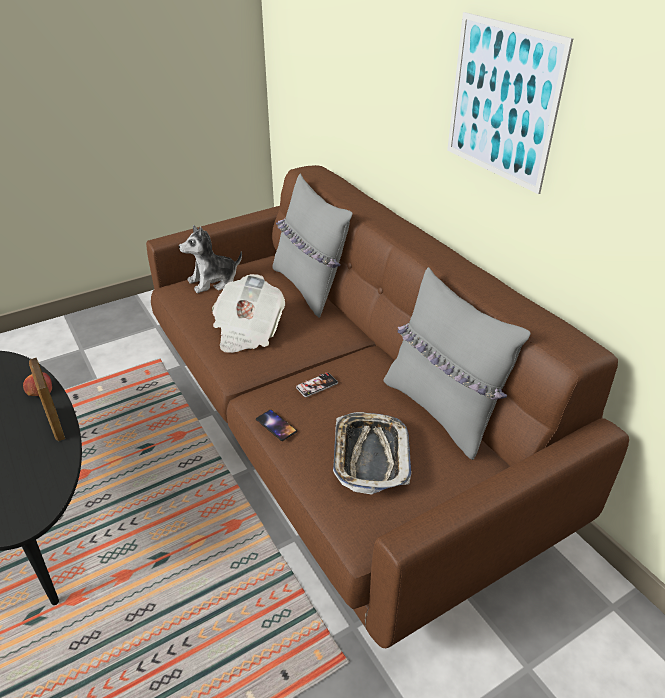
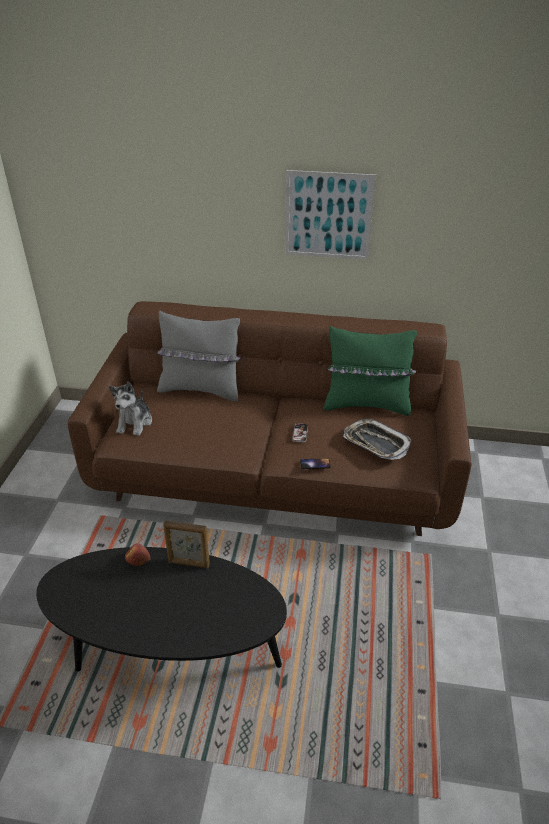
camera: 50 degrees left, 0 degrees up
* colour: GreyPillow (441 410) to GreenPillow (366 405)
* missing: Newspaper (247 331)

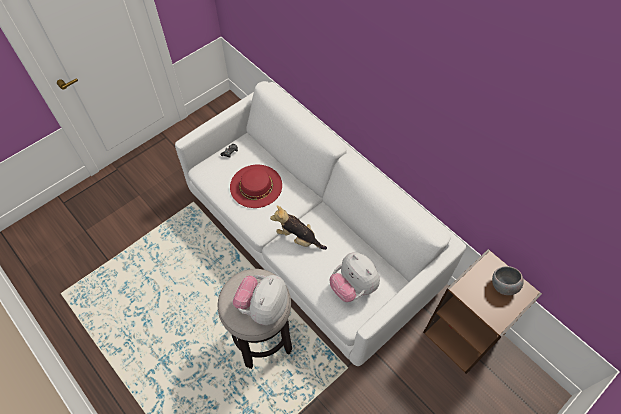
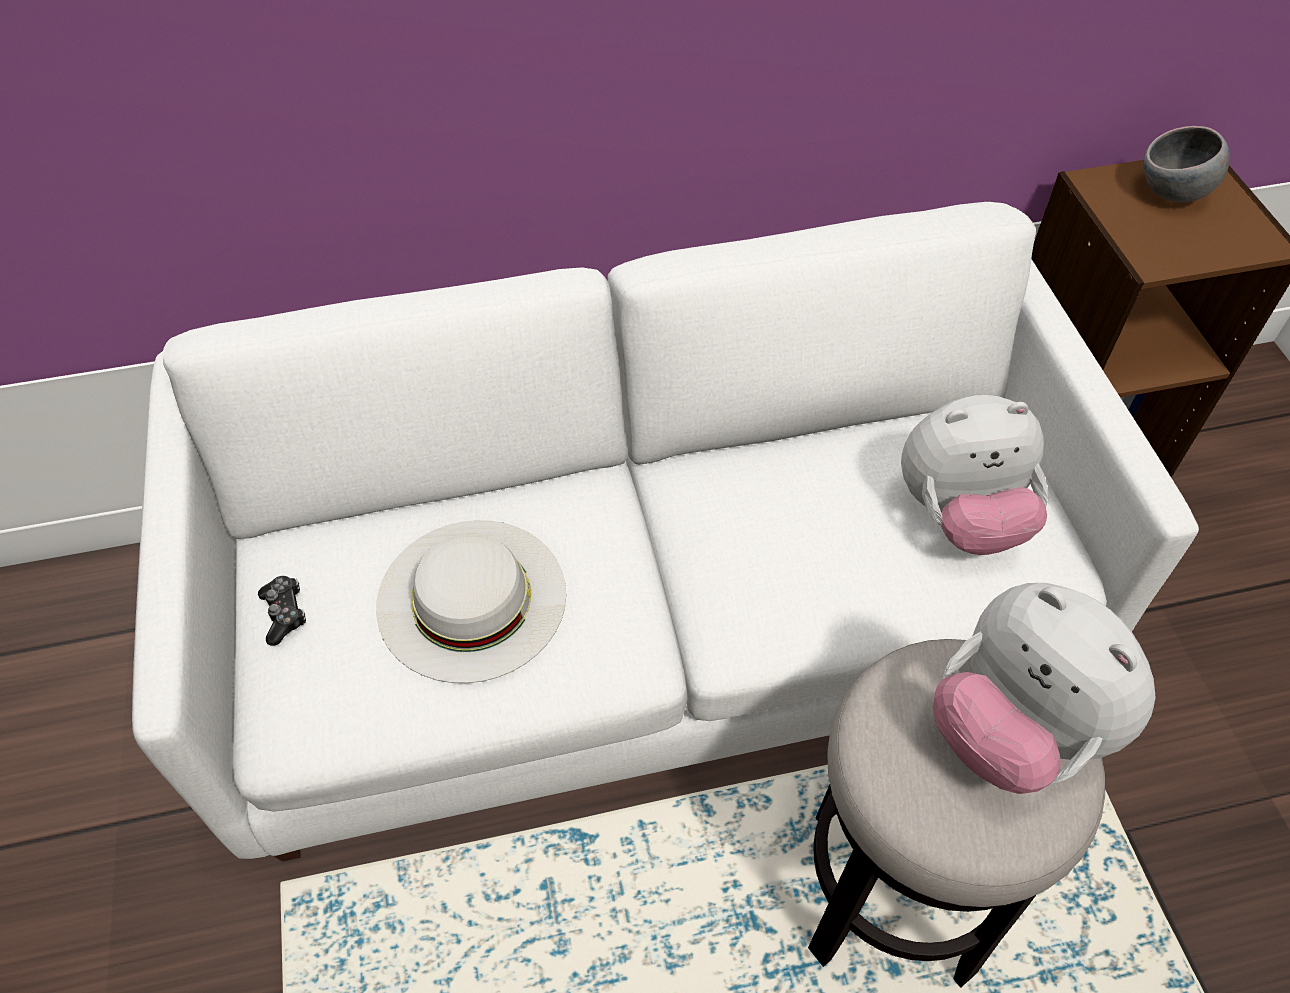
camera: 60 degrees left, 5 degrees down
* colour: RedHat (256 186) to WhiteHat (472 598)
* missing: PlushToy (298 238)

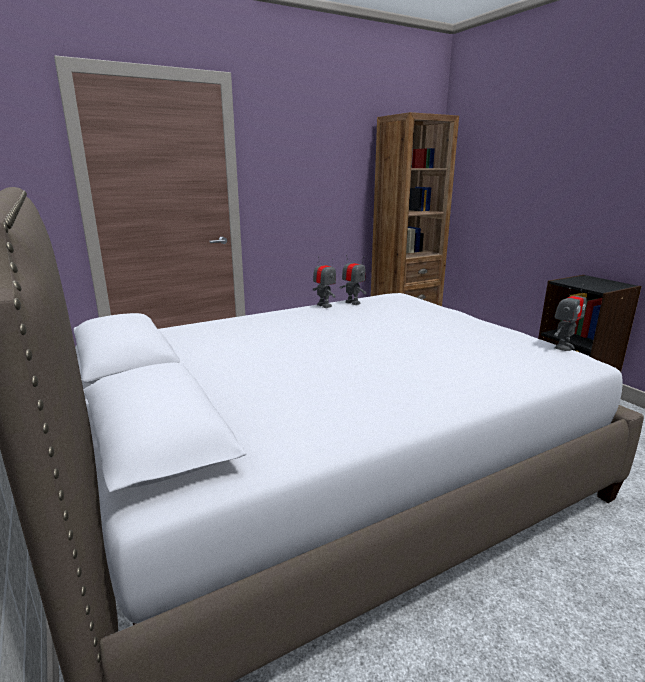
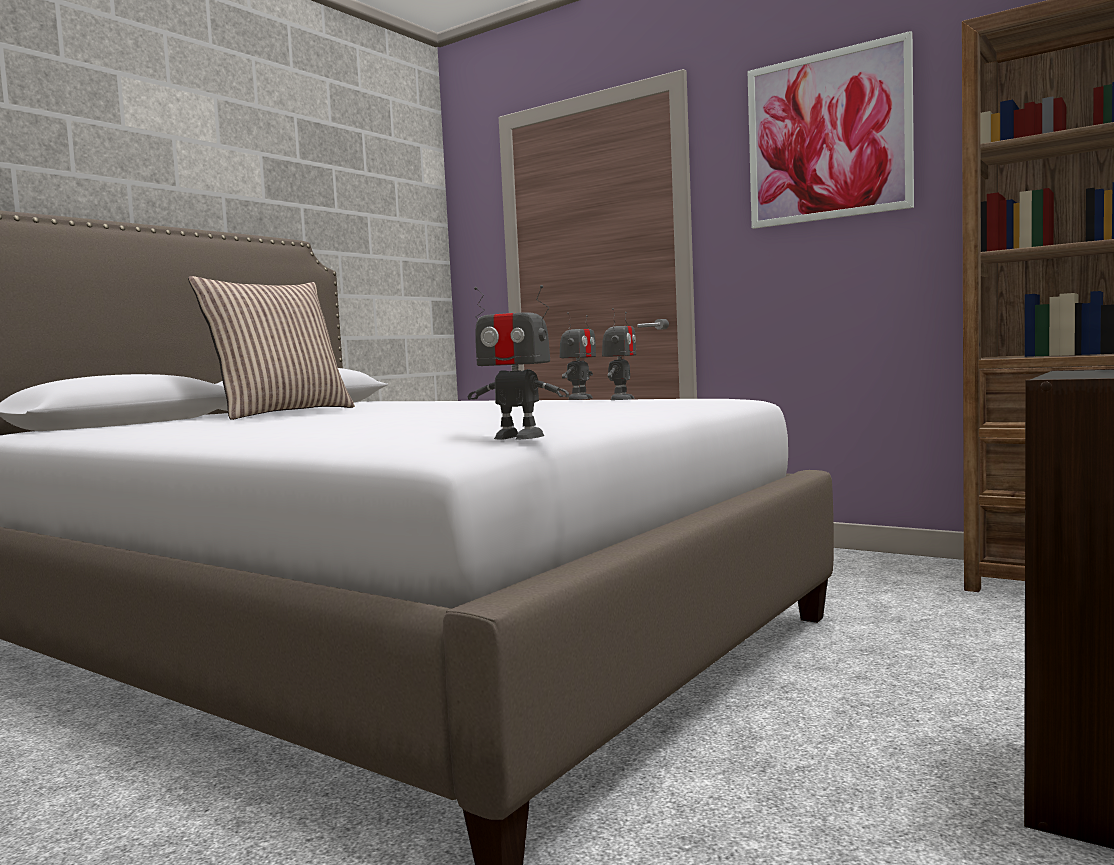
camera: 65 degrees right, 15 degrees down
* appeared: Picture (827 136)
* appeared: Pillow (281 413)

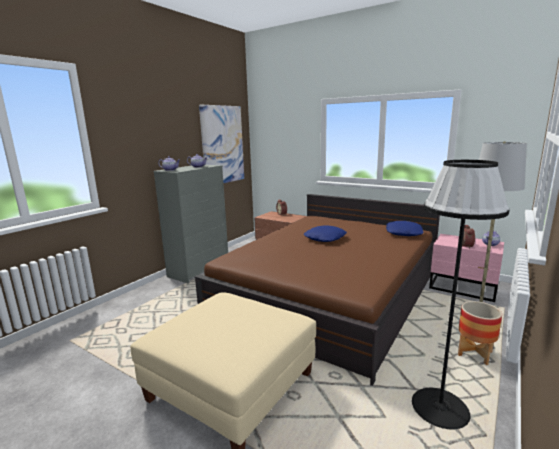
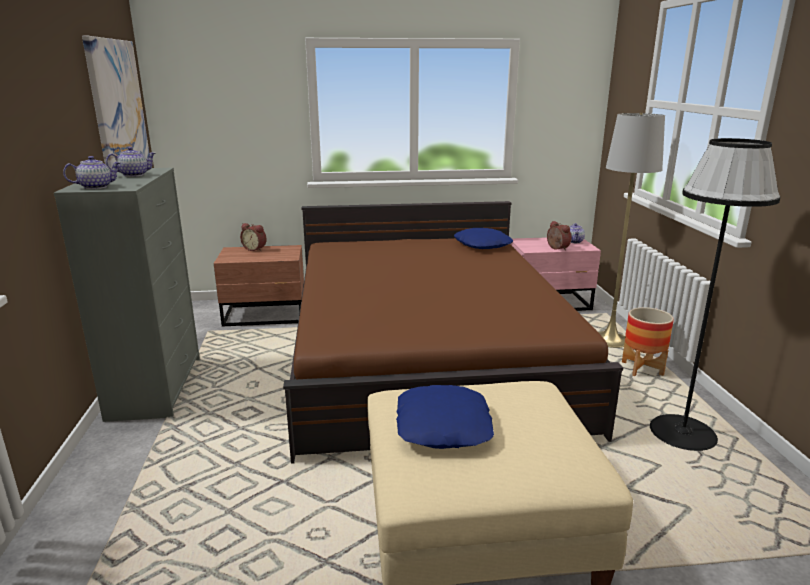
camera: 40 degrees left, 5 degrees up
* relocated: BluePillow (325 238) to (444 426)

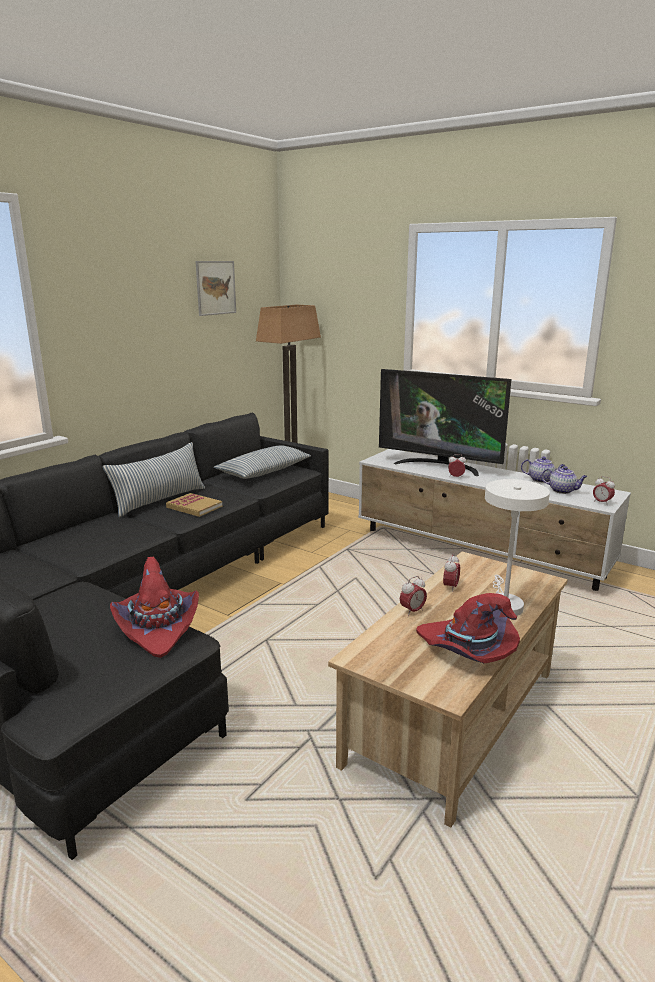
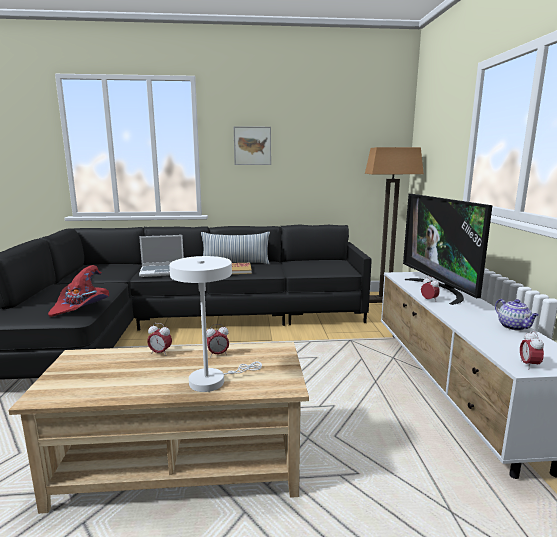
camera: 50 degrees right, 5 degrees down
* relocated: Picture (215 287) to (252 146)
* missing: Pillow (264 471)
* missing: Teapot (562 491)
* missing: RedHat (467 649)
* appeared: Laptop (163 271)

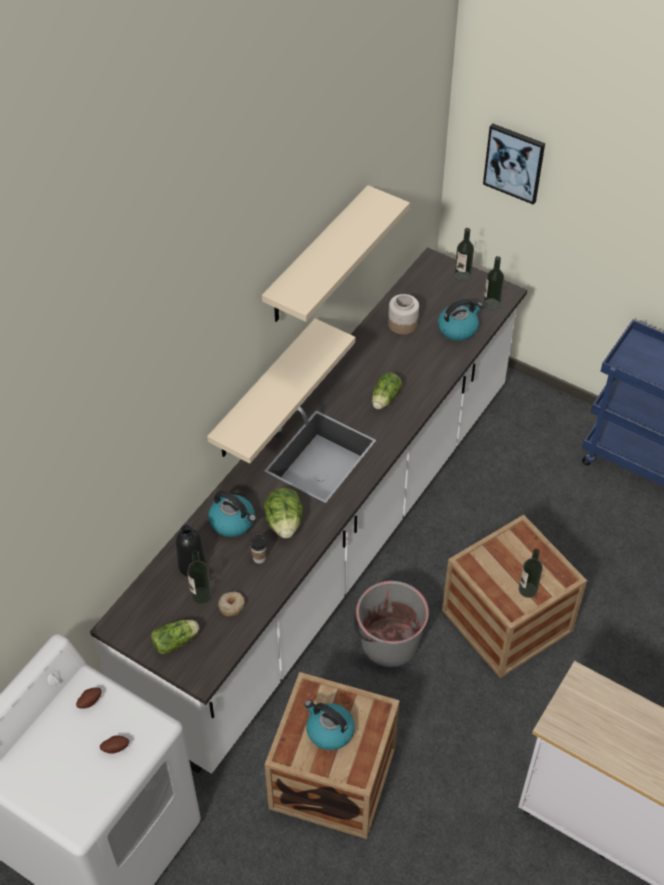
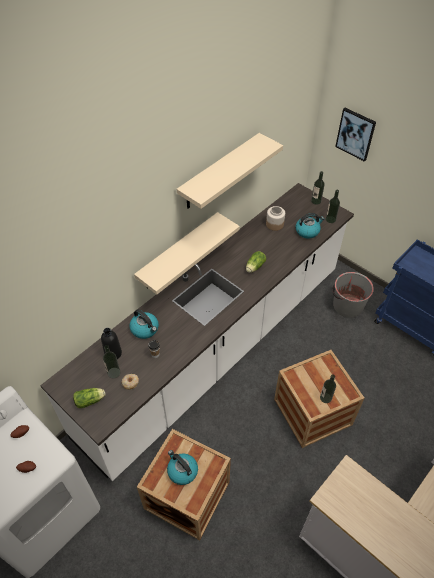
camera: 10 degrees right, 0 degrees up
* missing: Lettuce (284 523)
* relocated: GreyBucket (389 642) to (347 305)

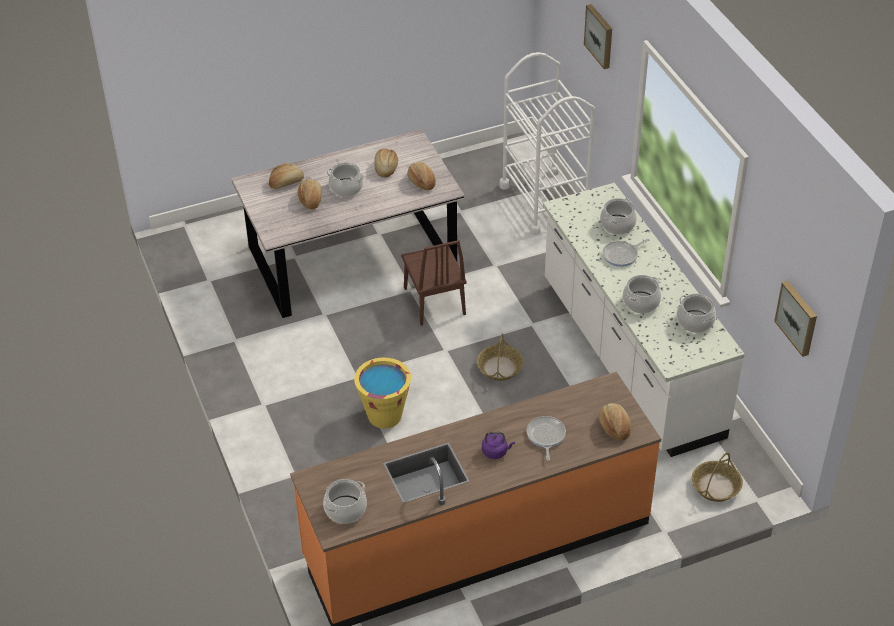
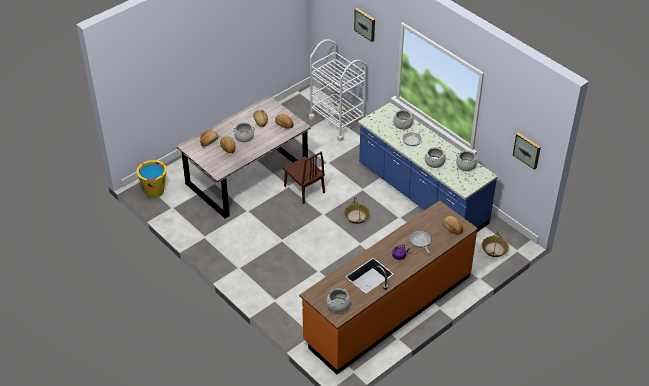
camera: 20 degrees left, 0 degrees up
* colour: WhiteCounter (629 359) to BlueCounter (421 195)
* relocated: YellowBucket (384 416) to (155 191)

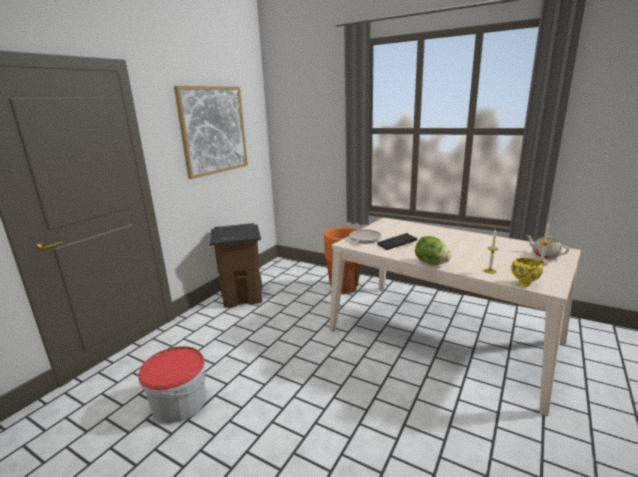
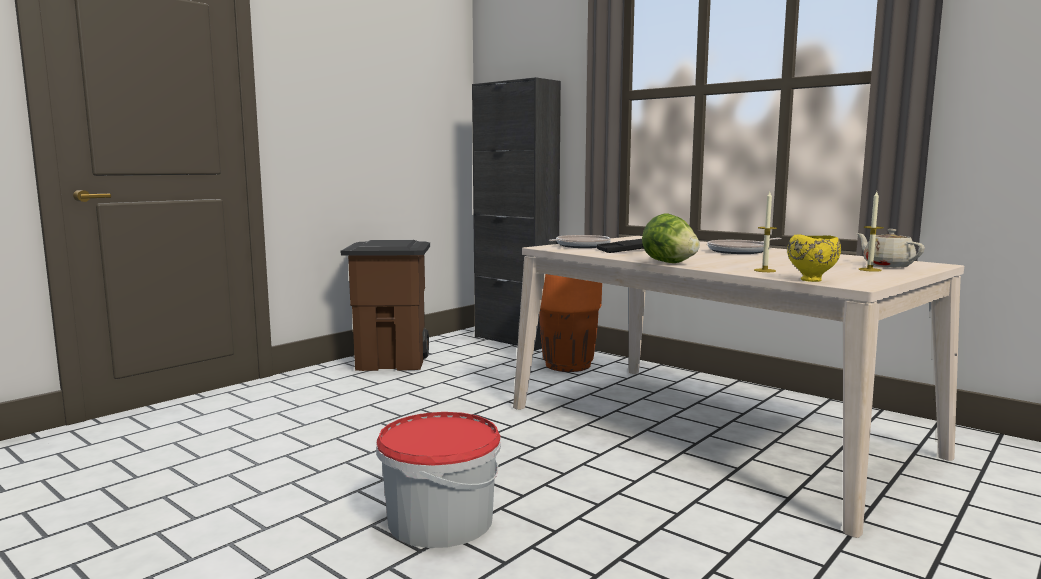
camera: 10 degrees right, 10 degrees down
* missing: Picture (213 130)
* relocated: Bucket (179 402) to (440 520)
* appeared: BlackCabinet (515 340)
* appeared: FryingPan (740 251)

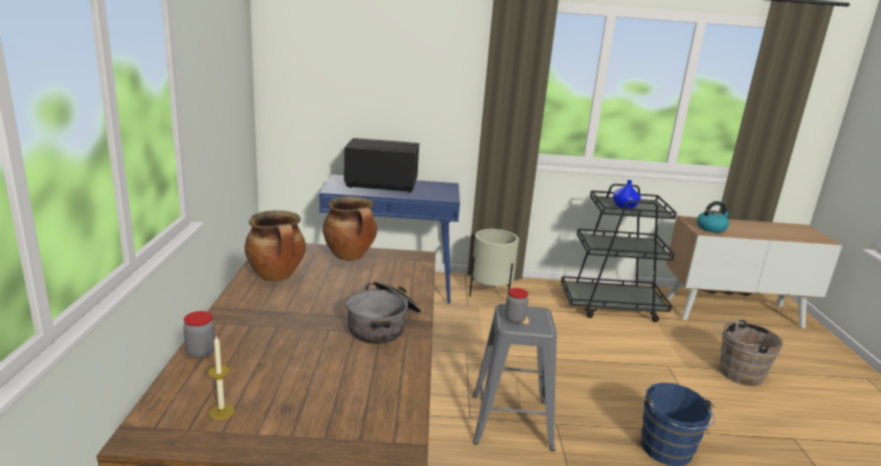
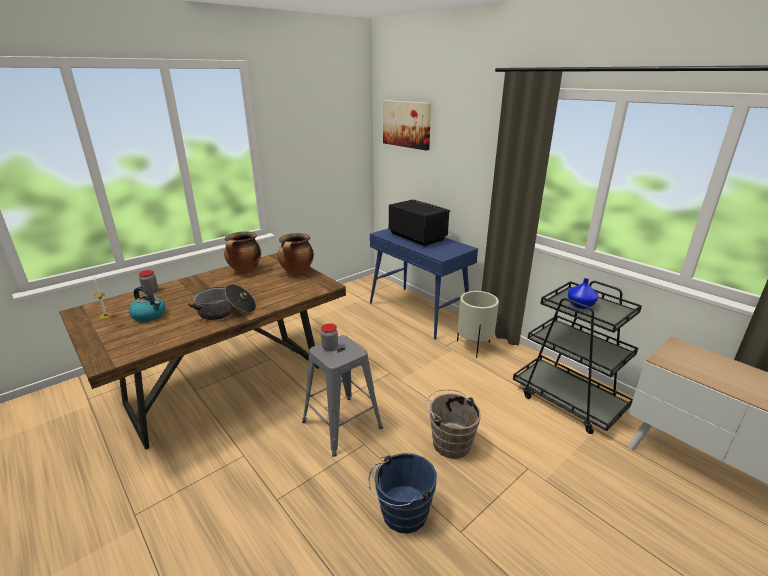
camera: 50 degrees right, 5 degrees up
* relocated: Kettle (711 228) to (149 315)
* relocated: BrownBucket (737 373) to (449 441)
* appeared: Picture (407 124)

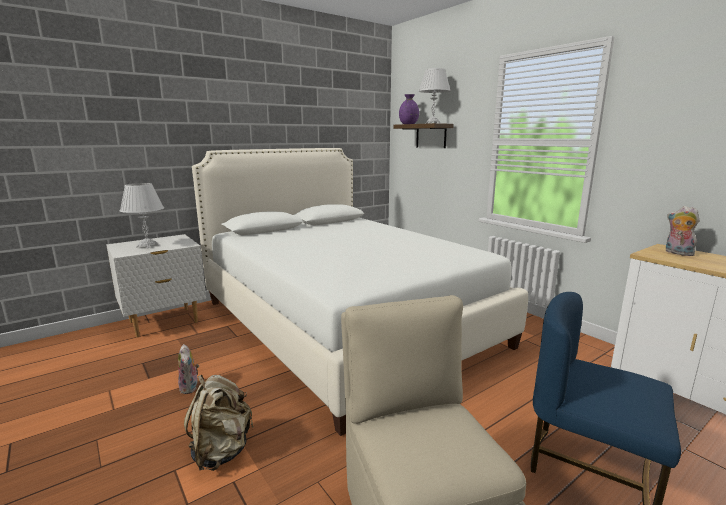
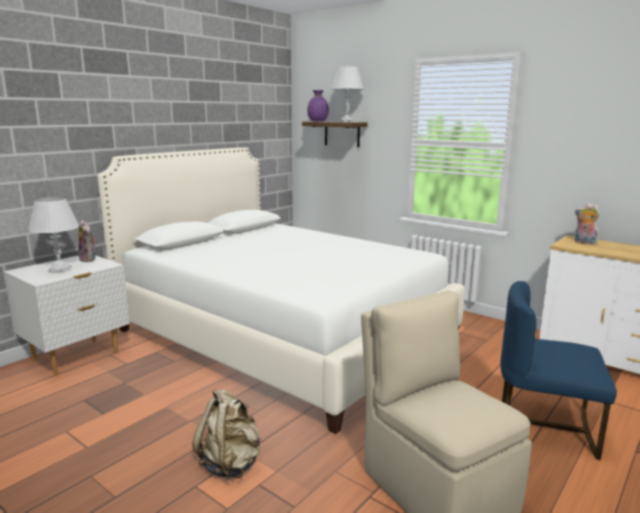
camera: 15 degrees left, 0 degrees up
* relocated: PlushToy (190 387) to (89 259)

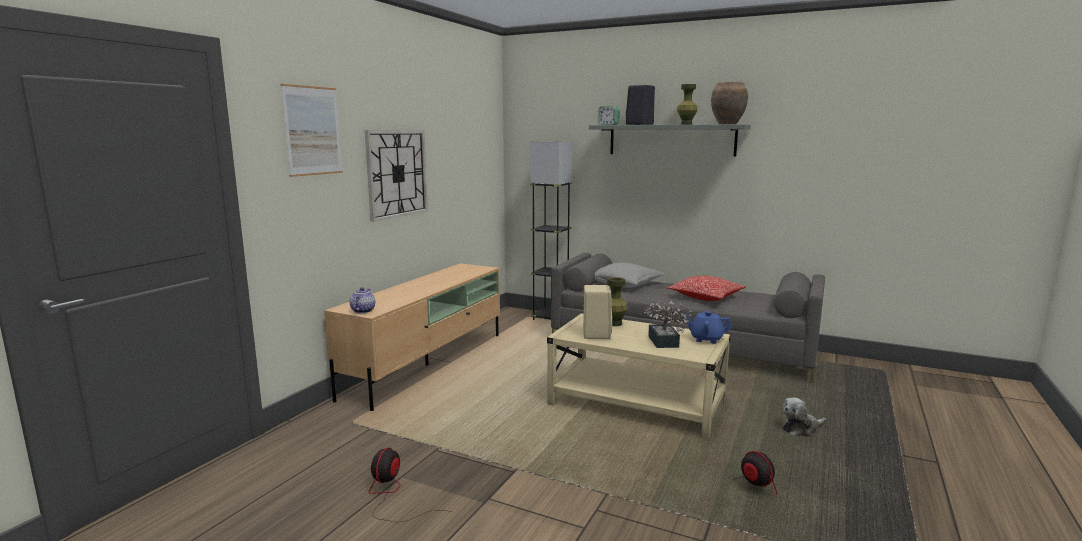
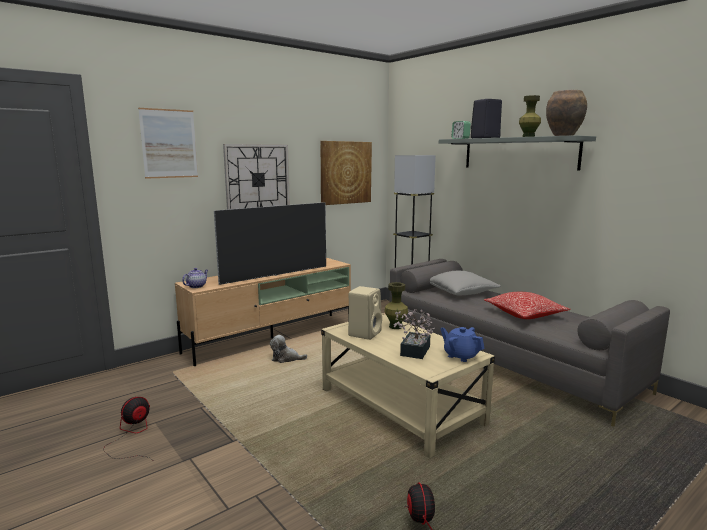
camera: 25 degrees right, 0 degrees up
* relocated: PlushToy (801 429) to (286 359)
* appeared: Picture (345 172)
* appeared: Television (276 275)

